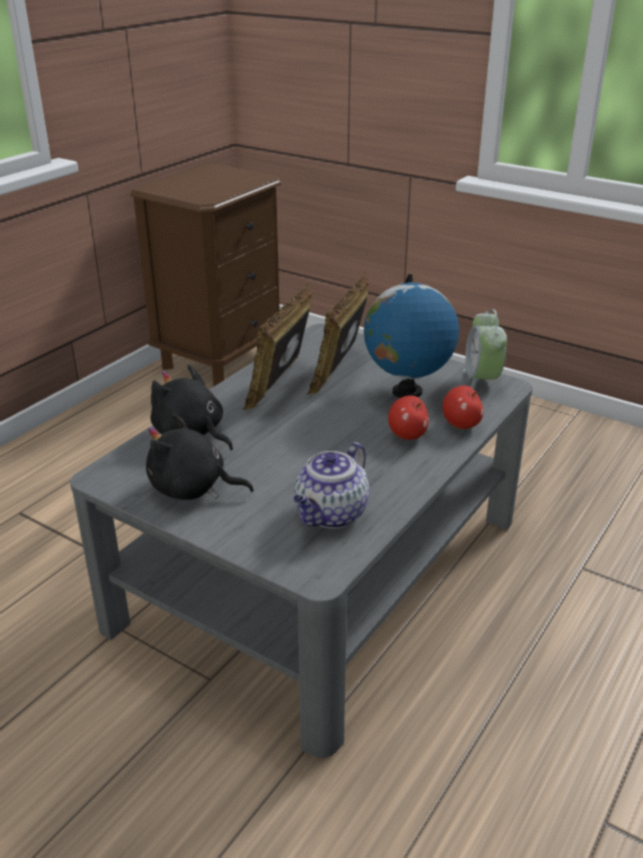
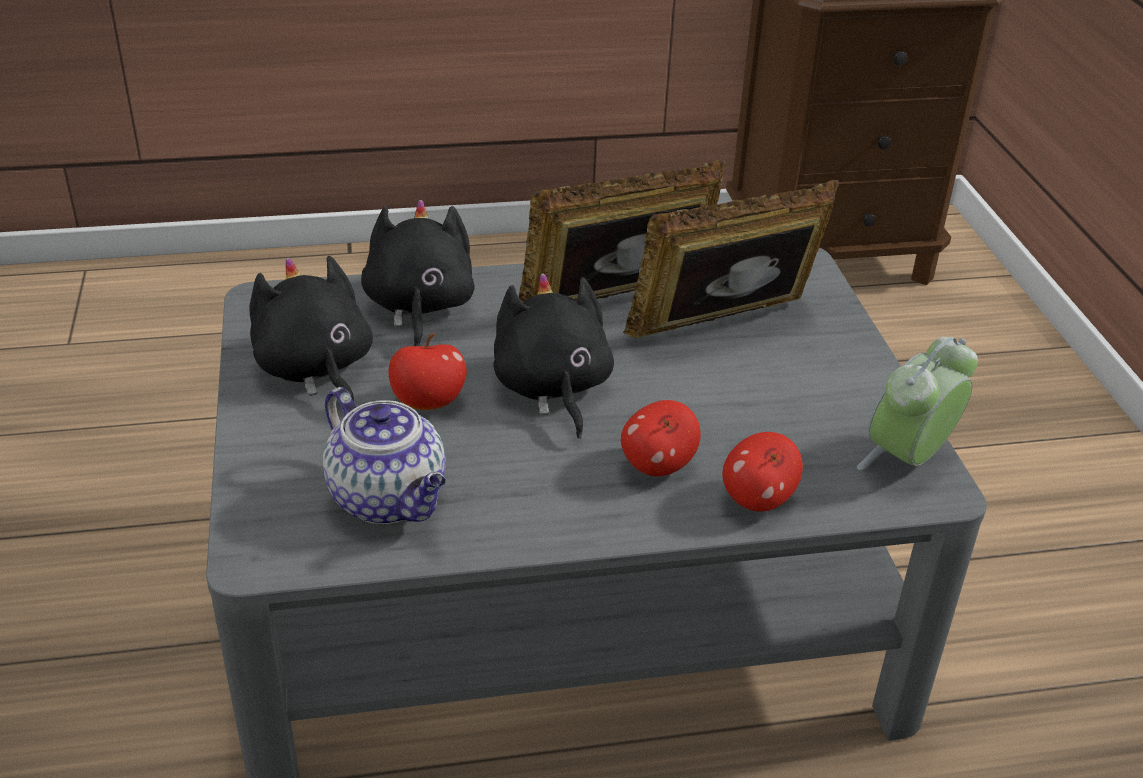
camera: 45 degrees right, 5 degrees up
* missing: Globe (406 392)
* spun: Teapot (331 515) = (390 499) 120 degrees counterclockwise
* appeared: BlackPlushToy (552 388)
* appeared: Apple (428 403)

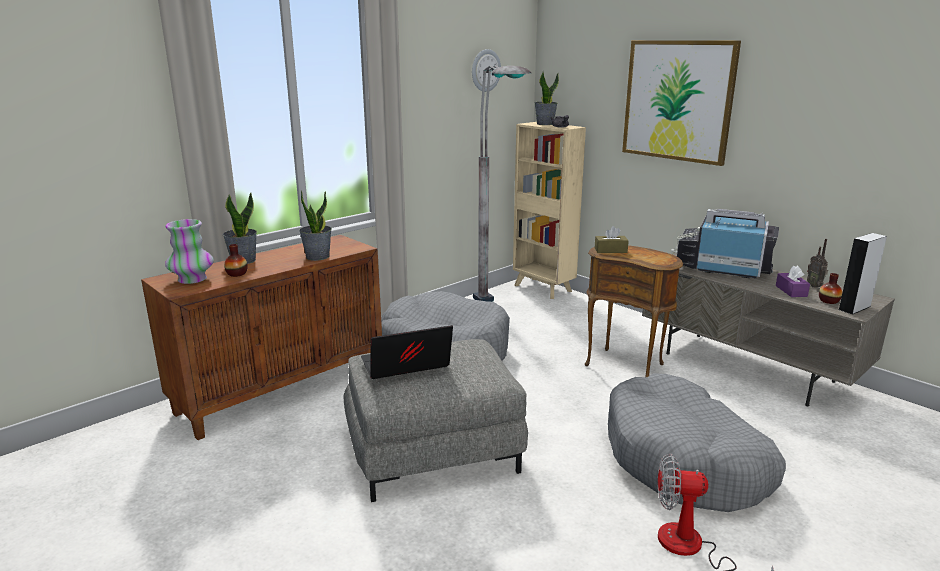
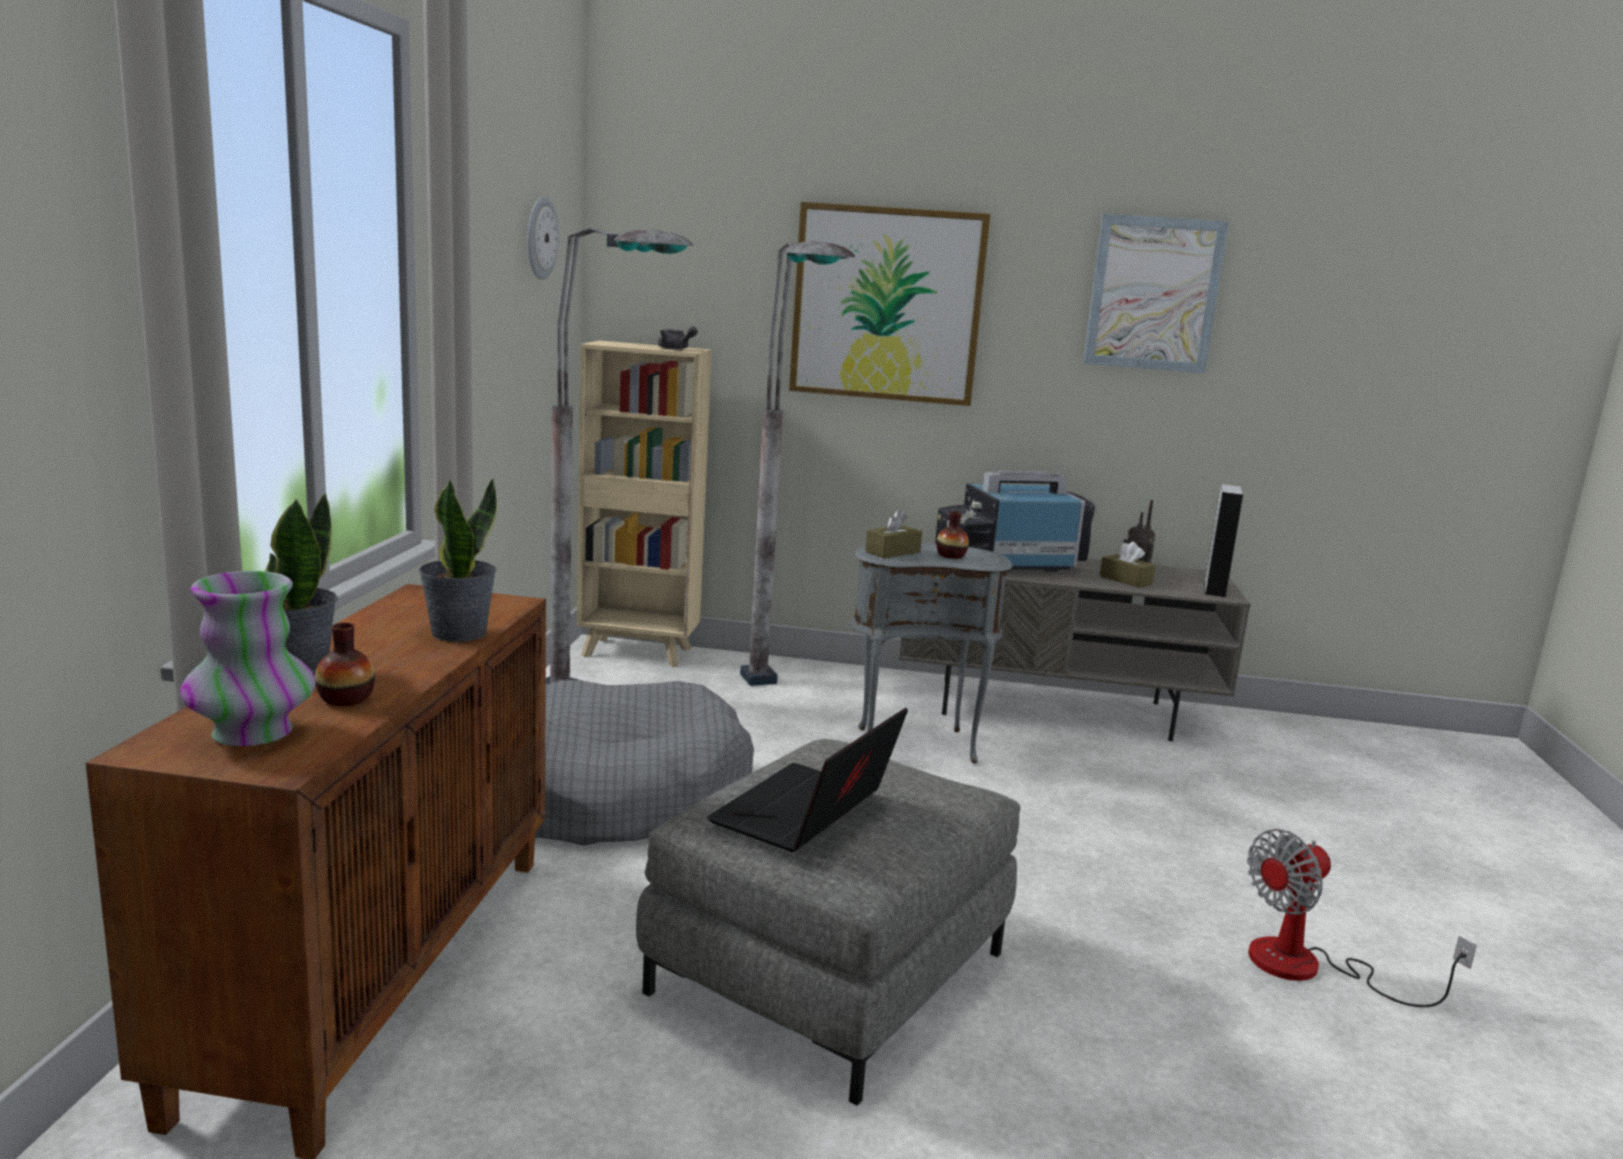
camera: 40 degrees left, 5 degrees down
* missing: PottedPlant (544 124)
* colour: BrownSideTable (626 364) to GreySideTable (914 743)
* colour: PurpleTissueBox (791 291) to BrownTissueBox (1125 580)
* relocated: Vase (828 301) to (951 556)
* missing: GreyDogBed (684 460)
* appeared: Picture (1153 294)
* appeared: GreyFloorLamp (778 703)

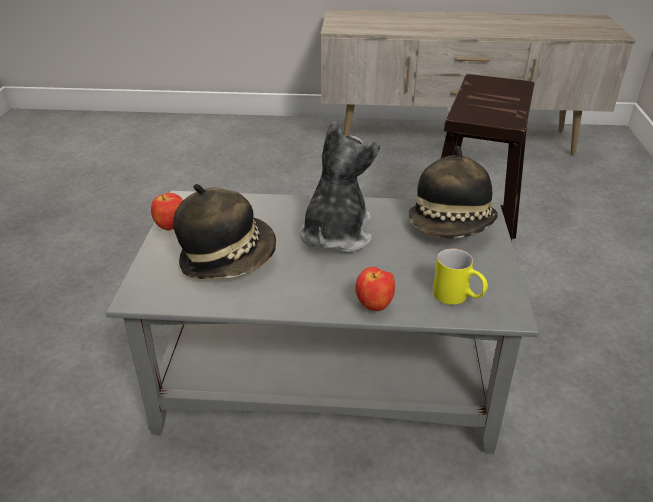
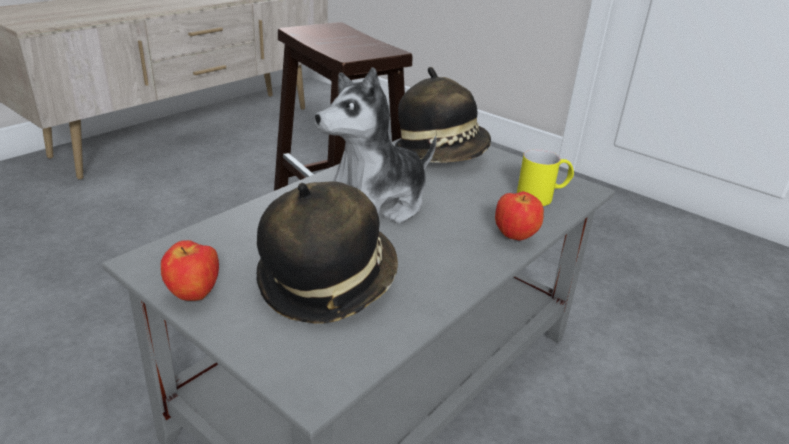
camera: 55 degrees left, 5 degrees down
* spun: PlushToy (336 234) = (376 204) 90 degrees counterclockwise

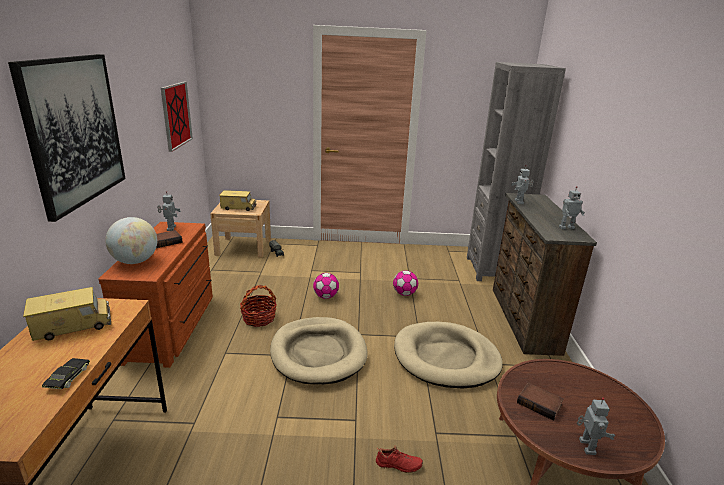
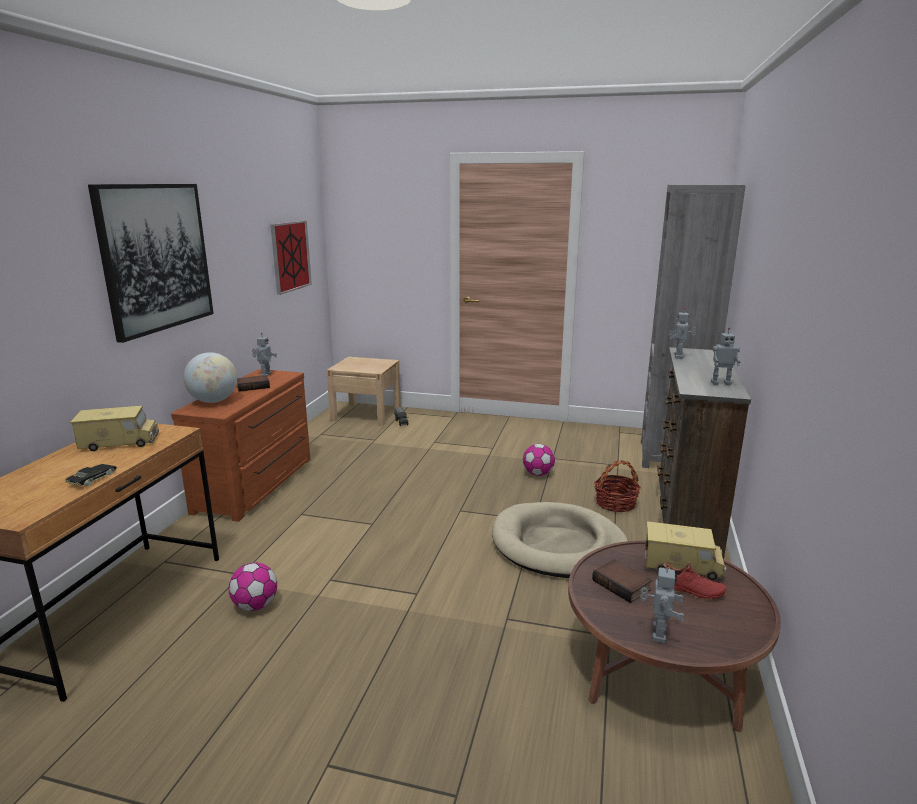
camera: 15 degrees right, 5 degrees down
* relocated: ToyTruck (238 207) to (682 565)
* relocated: Football (326 296) to (255 605)
* relocated: Basket (259 318) to (615 503)
* missing: BeigeDogBed (318 353)
* relocated: RedShoe (398 465) to (692 592)

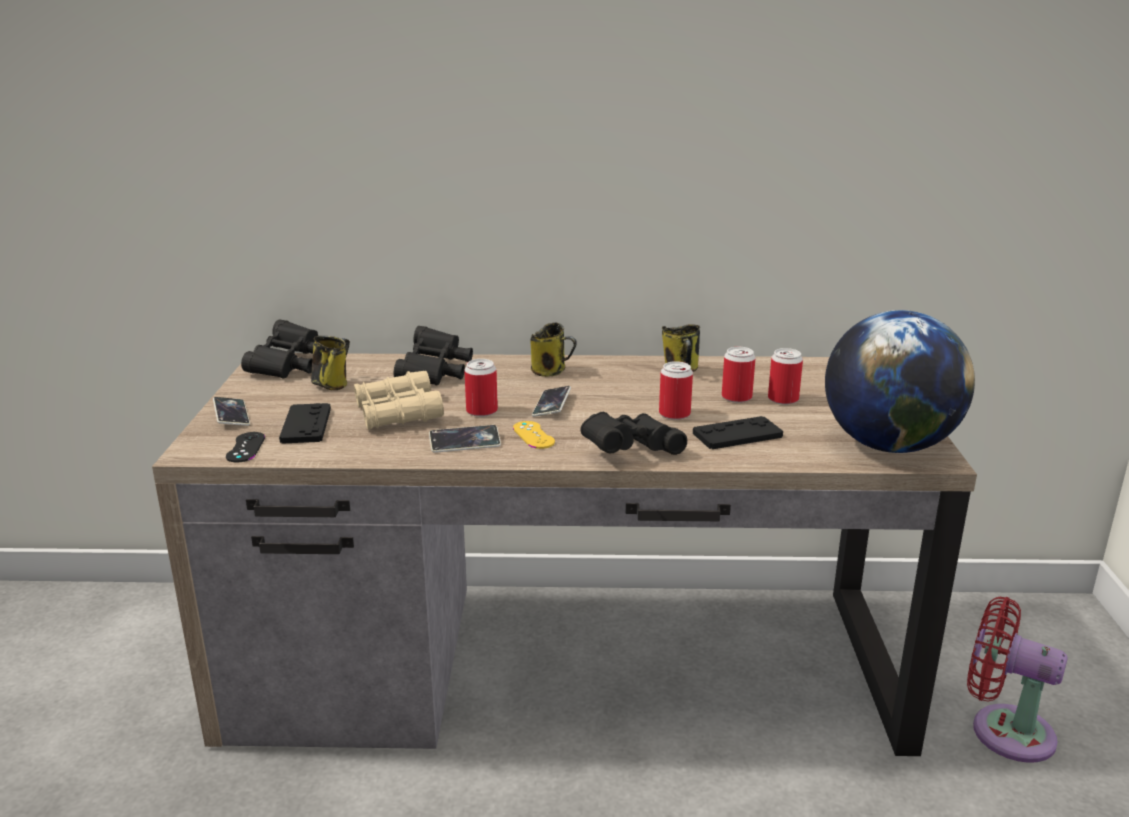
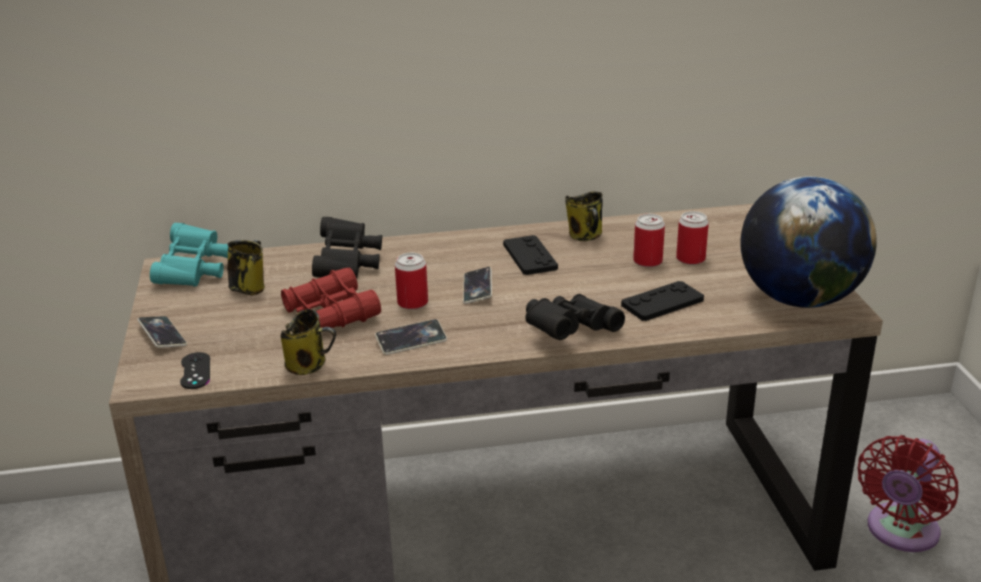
camera: 10 degrees left, 5 degrees up
* colour: BlackBinoculars (289 366) to TurquoiseBinoculars (194 271)
* relocated: Mug (550 371) to (308 365)
* missing: Can (674 414)
* colour: BeigeBinoculars (398 413) to RedBinoculars (330 314)
* relocated: BlackGameController (306 425) to (530 256)
* missing: YellowGameController (533 435)
* spun: RedFan (1003 730) = (900 533) 75 degrees counterclockwise

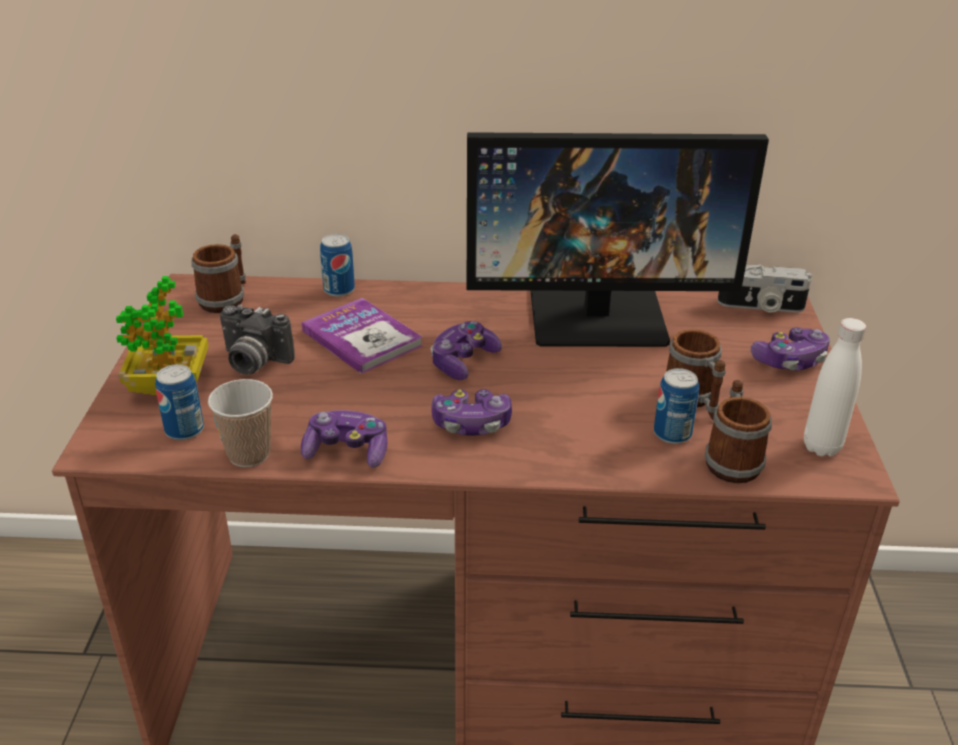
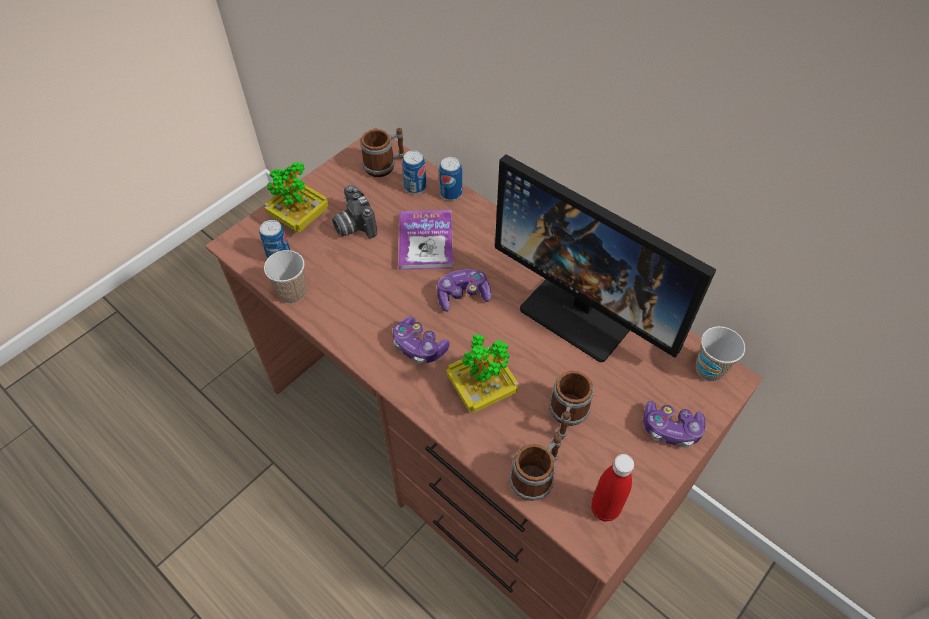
camera: 40 degrees right, 20 degrees up
* exchanged: PhotoCamera (761 307) to Cup (709 370)
* colour: WhiteBottle (821 447) to RedBottle (604 509)
* relocated: Can (672 434) to (415 187)
* missing: GameController (347 451)
* appeared: PottedPlant (481 390)

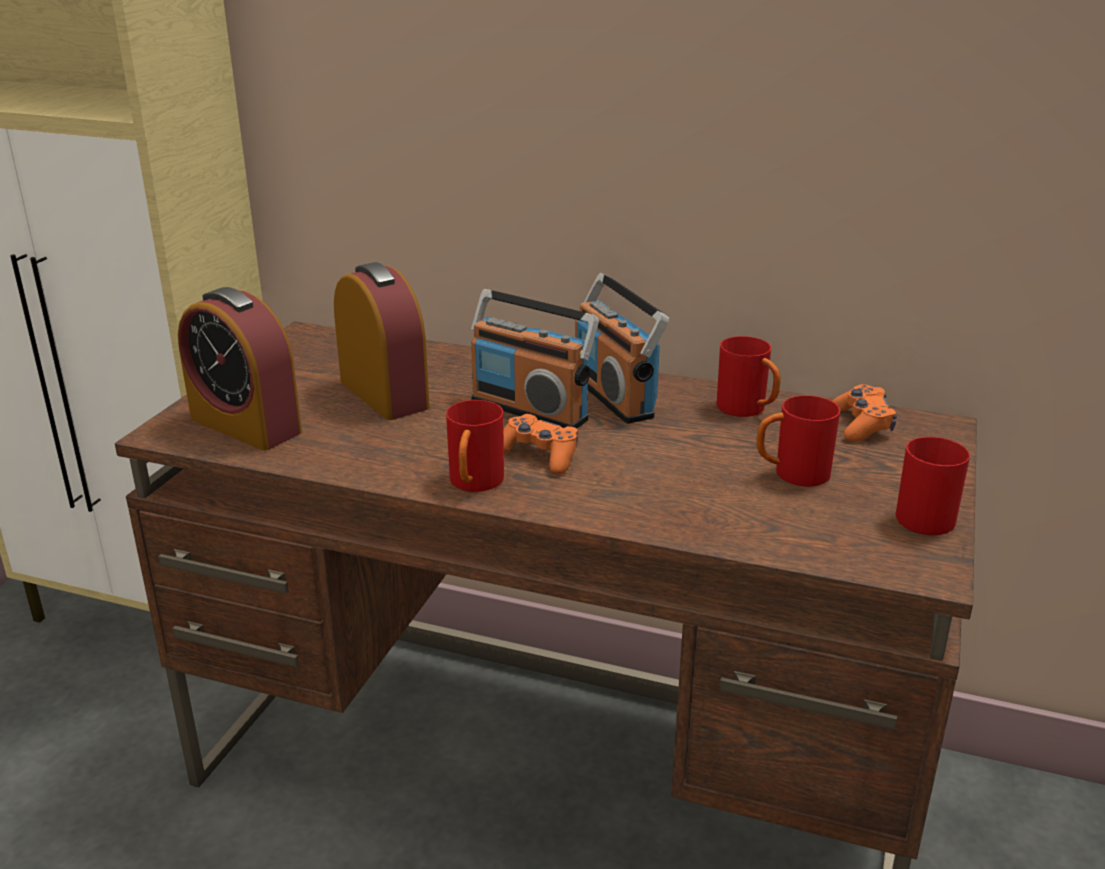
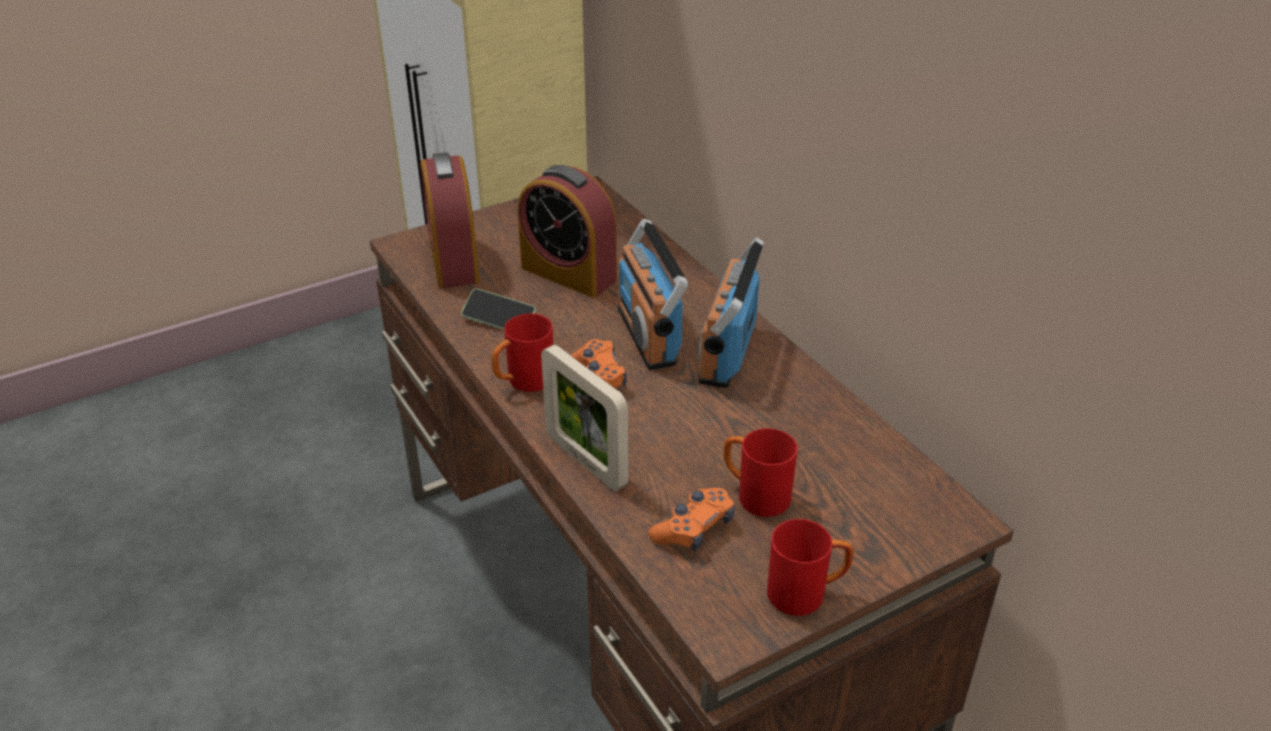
camera: 40 degrees right, 10 degrees up
* spun: AlarmClock (384 394) = (569 273) 120 degrees clockwise
* missing: RedMug (748 410)
* relocated: OrangeGameController (862 424) to (694 528)
* appeared: Phone (499 320)
* appeared: PictureFrame (586 461)

